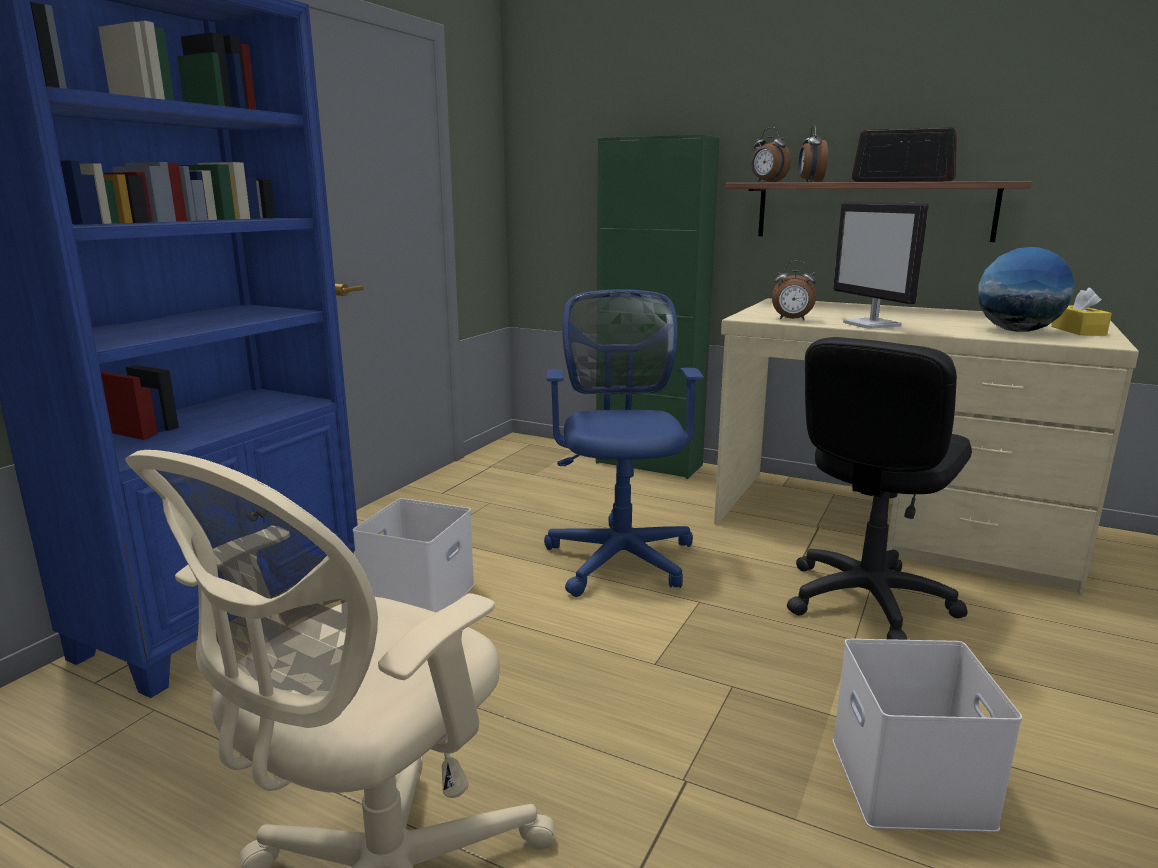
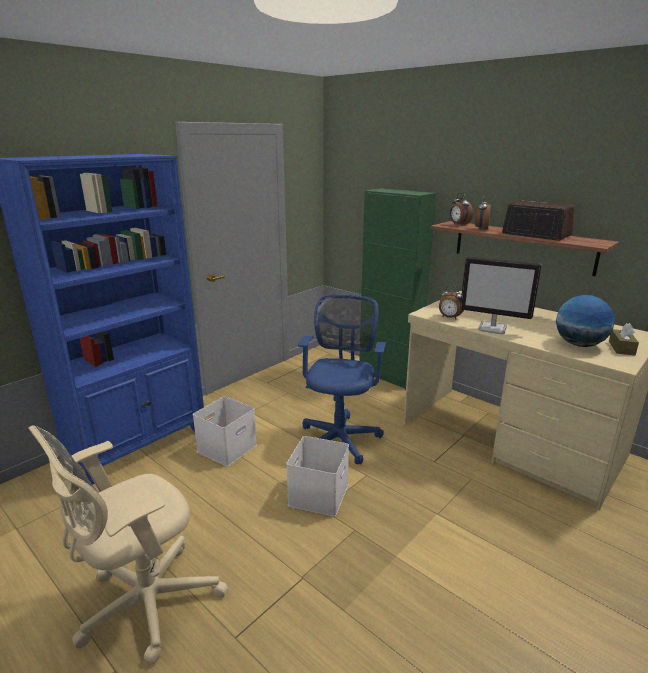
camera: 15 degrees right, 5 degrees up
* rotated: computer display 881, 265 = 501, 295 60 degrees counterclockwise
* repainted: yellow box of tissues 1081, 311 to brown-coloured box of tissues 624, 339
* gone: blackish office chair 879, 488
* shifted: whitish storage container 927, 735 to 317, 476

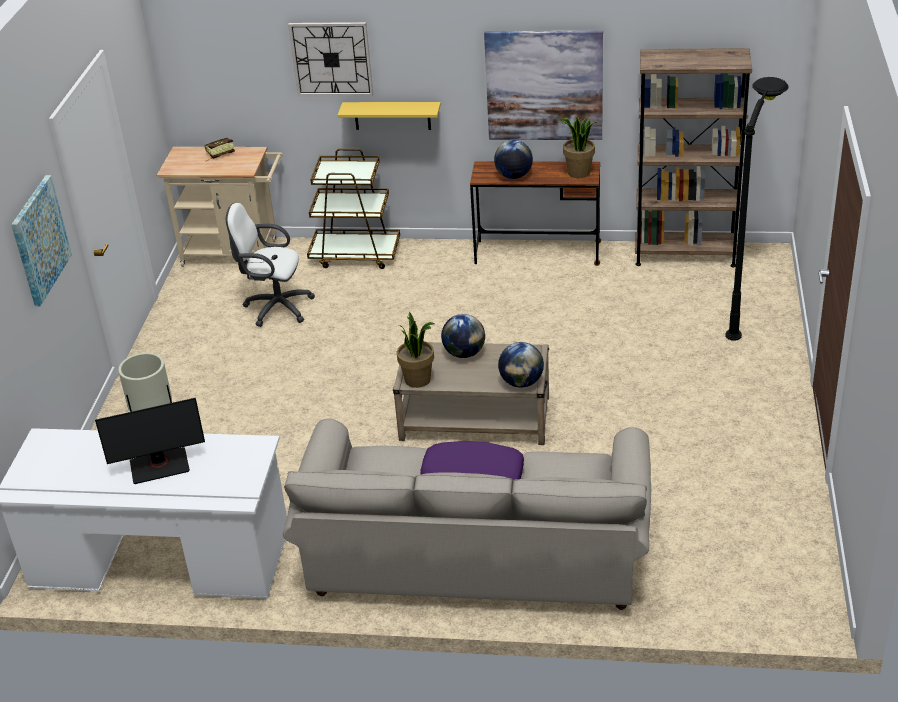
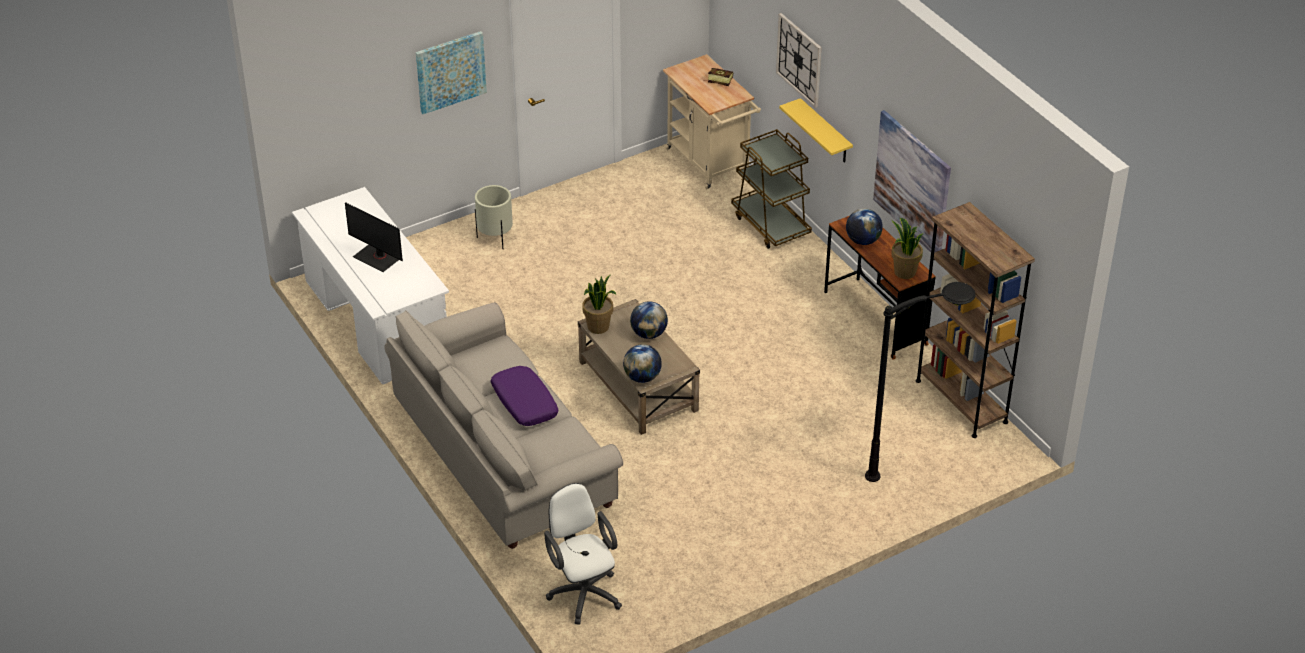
camera: 50 degrees right, 5 degrees up
* shifted: whitish office chair 270, 265 to 583, 554

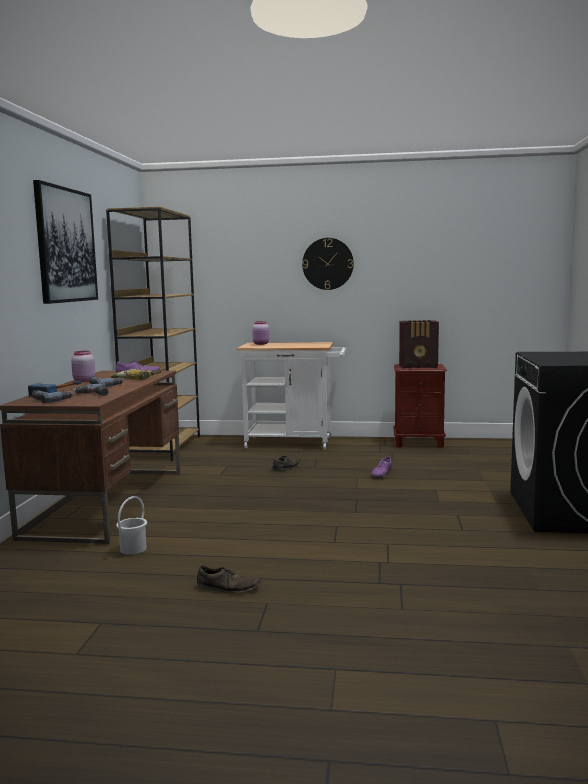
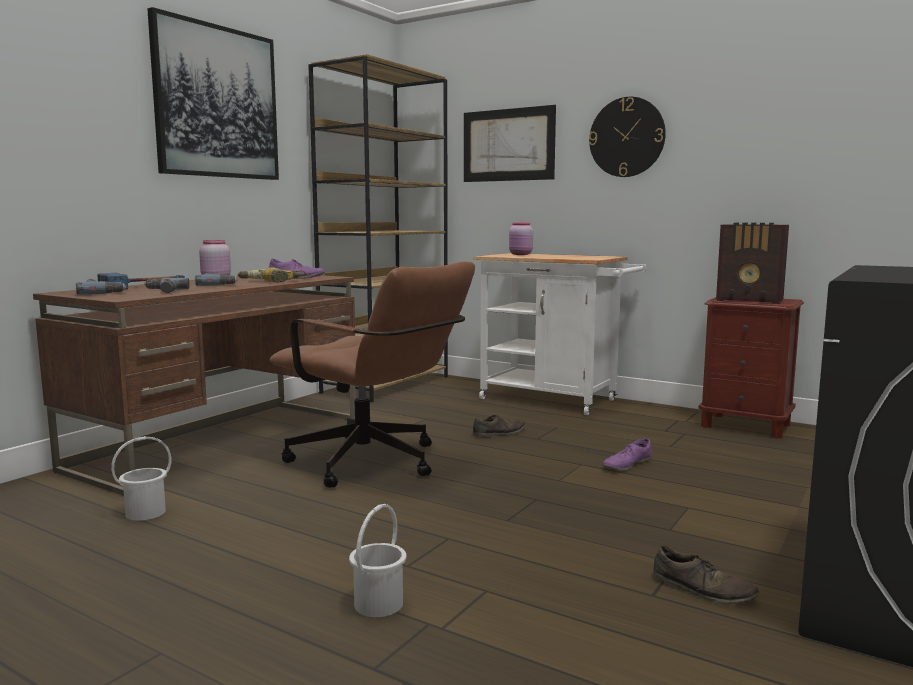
camera: 25 degrees right, 0 degrees up
* shifted: brown-coloured shoe 229, 580 to 706, 575
* new: wall picture 510, 143
* new: brown-coloured office chair 372, 375
* new: whitish pail 377, 560

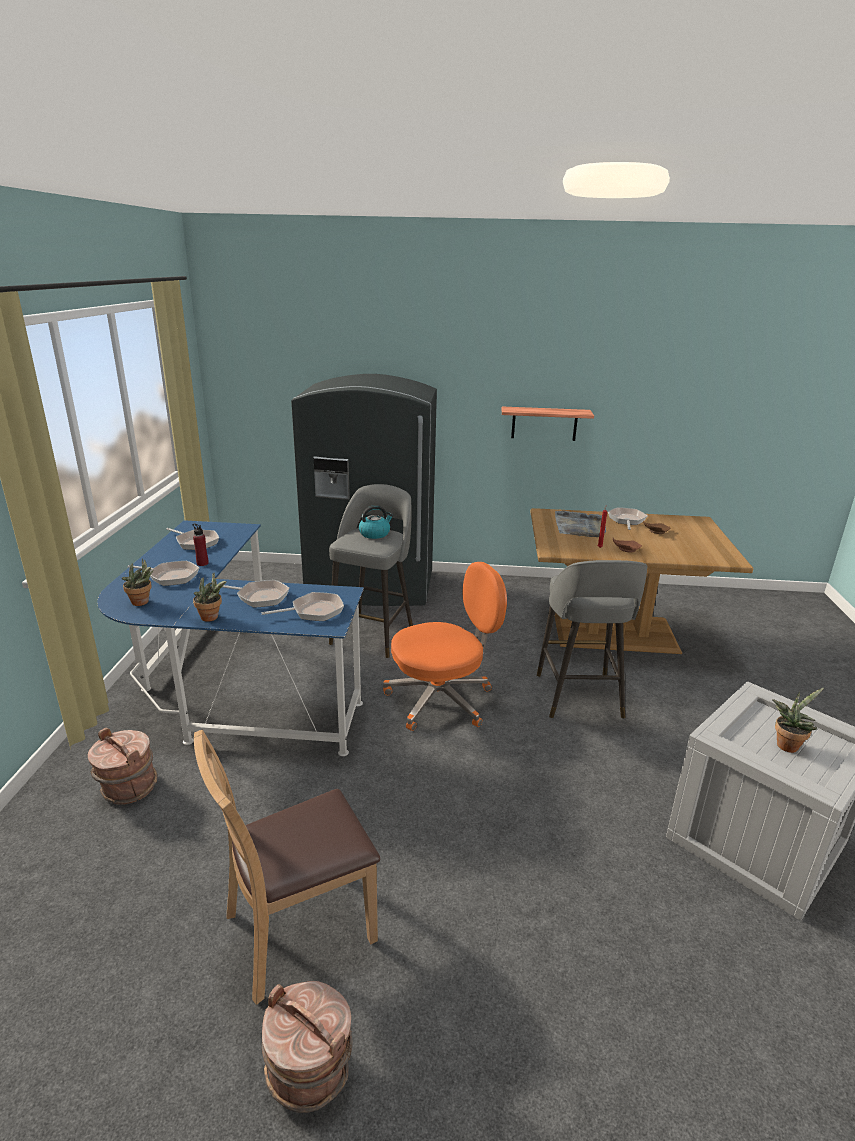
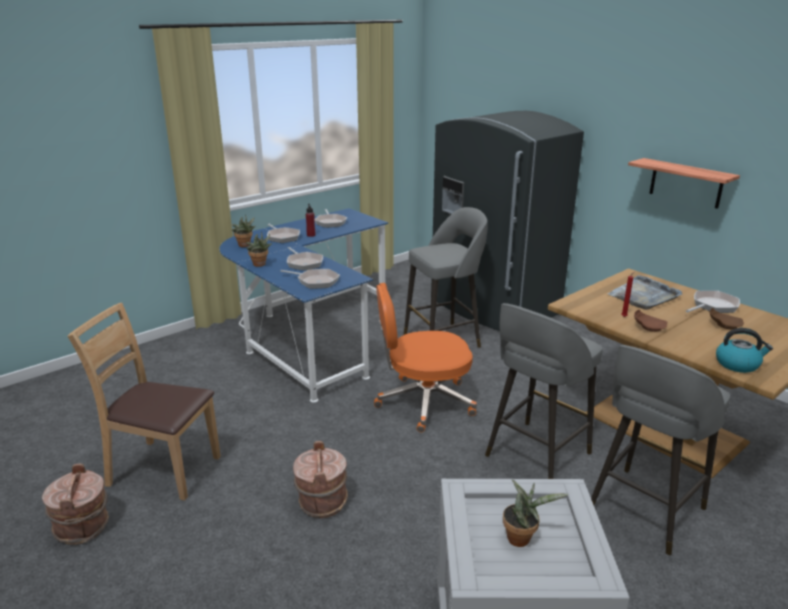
camera: 45 degrees right, 0 degrees up
* shifted: kettle 376, 522 to 744, 350
* rotated: orange office chair 445, 646 = 425, 357 150 degrees clockwise
* shifted: brown-coloured pail 123, 766 to 320, 479
* new: grey stool 660, 450

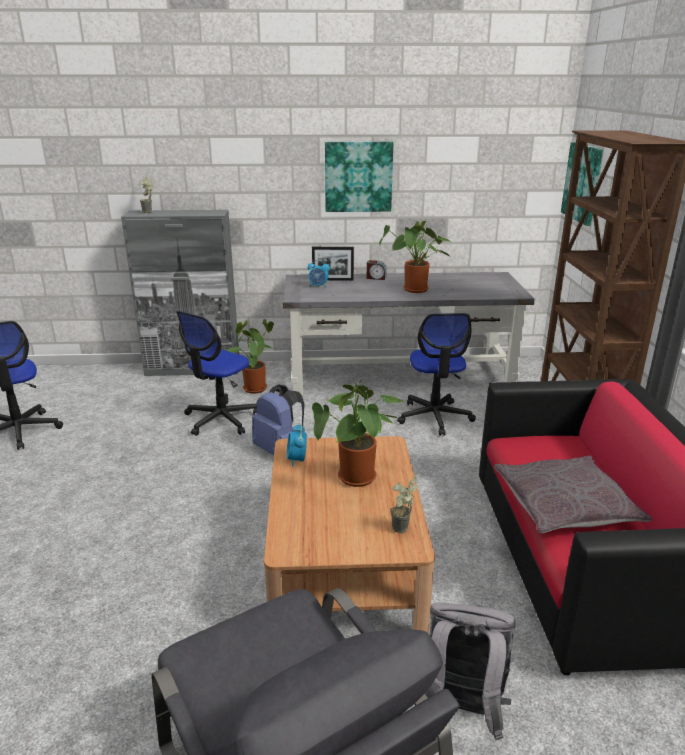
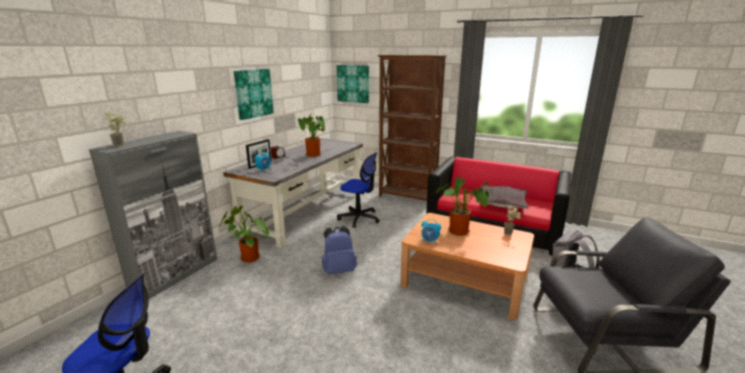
camera: 60 degrees left, 5 degrees down
* gone: office chair 216, 373

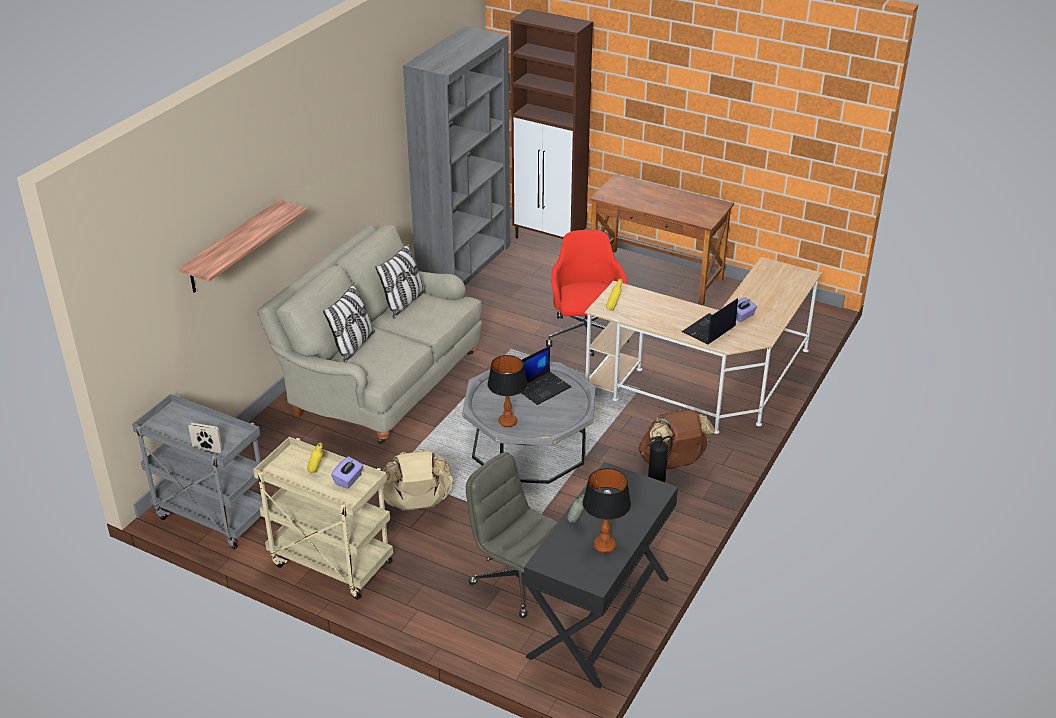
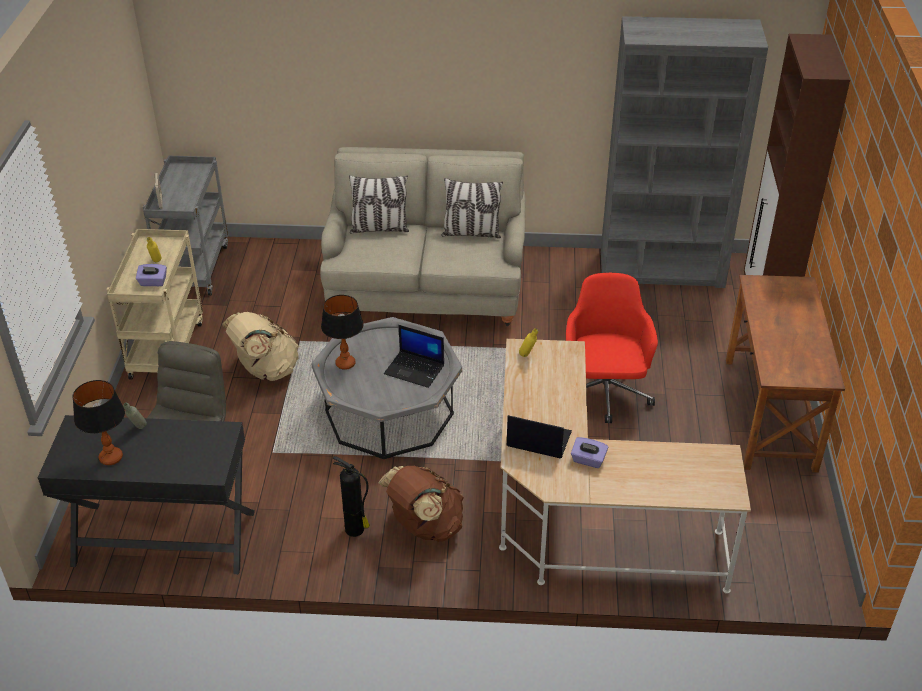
camera: 65 degrees right, 5 degrees up
* gone: wall shelf 243, 246
* rotated: red-coloured office chair 587, 293 = 612, 348 60 degrees counterclockwise

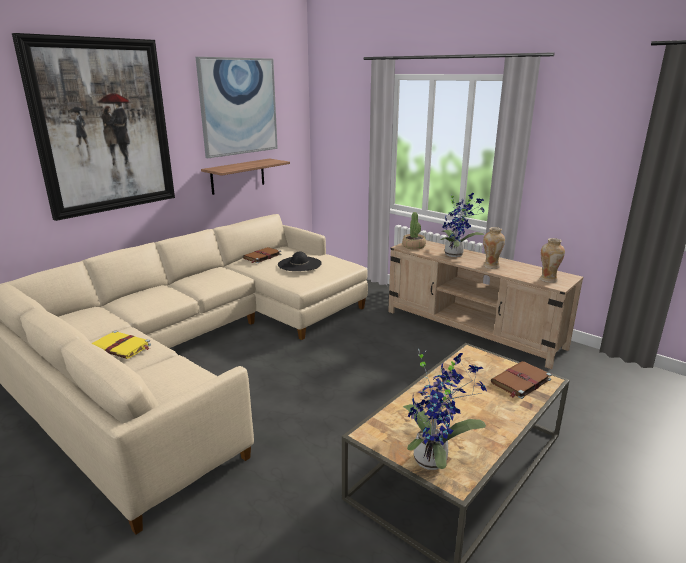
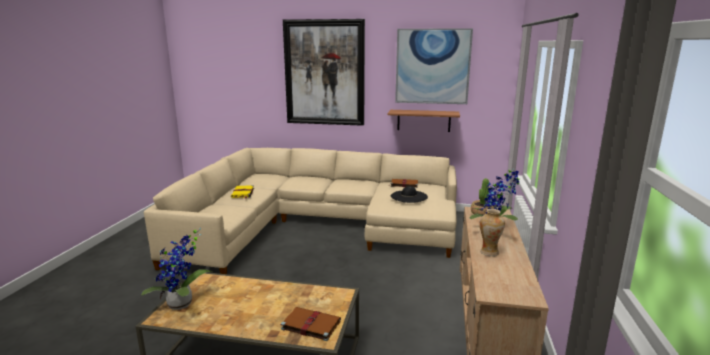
camera: 60 degrees right, 5 degrees down
* gone: vase 552, 260

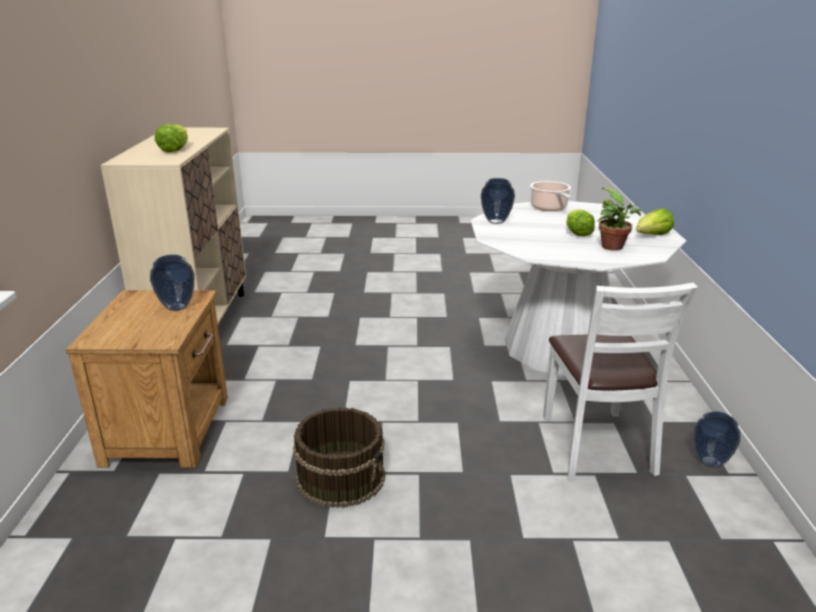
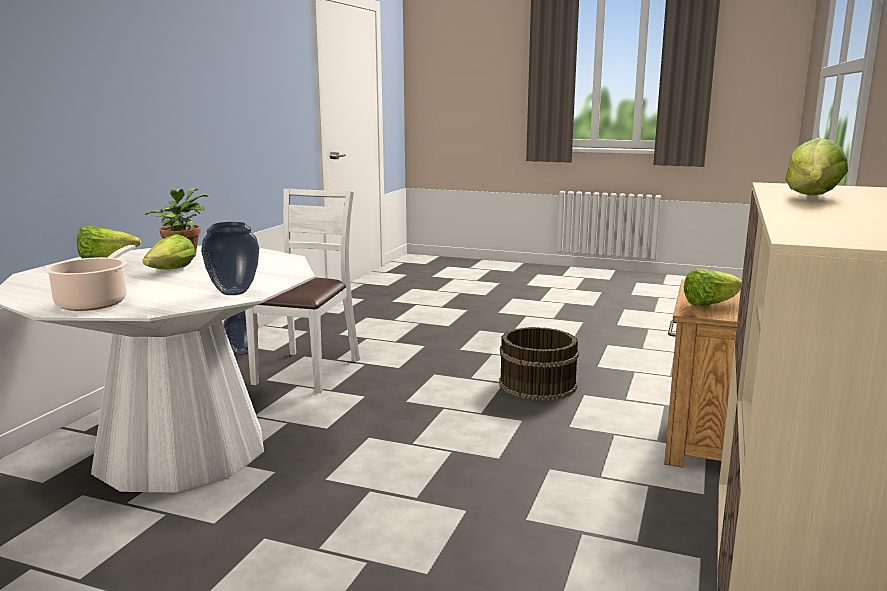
camera: 160 degrees left, 10 degrees down
* swapped: vase 172, 283 to lettuce 713, 287

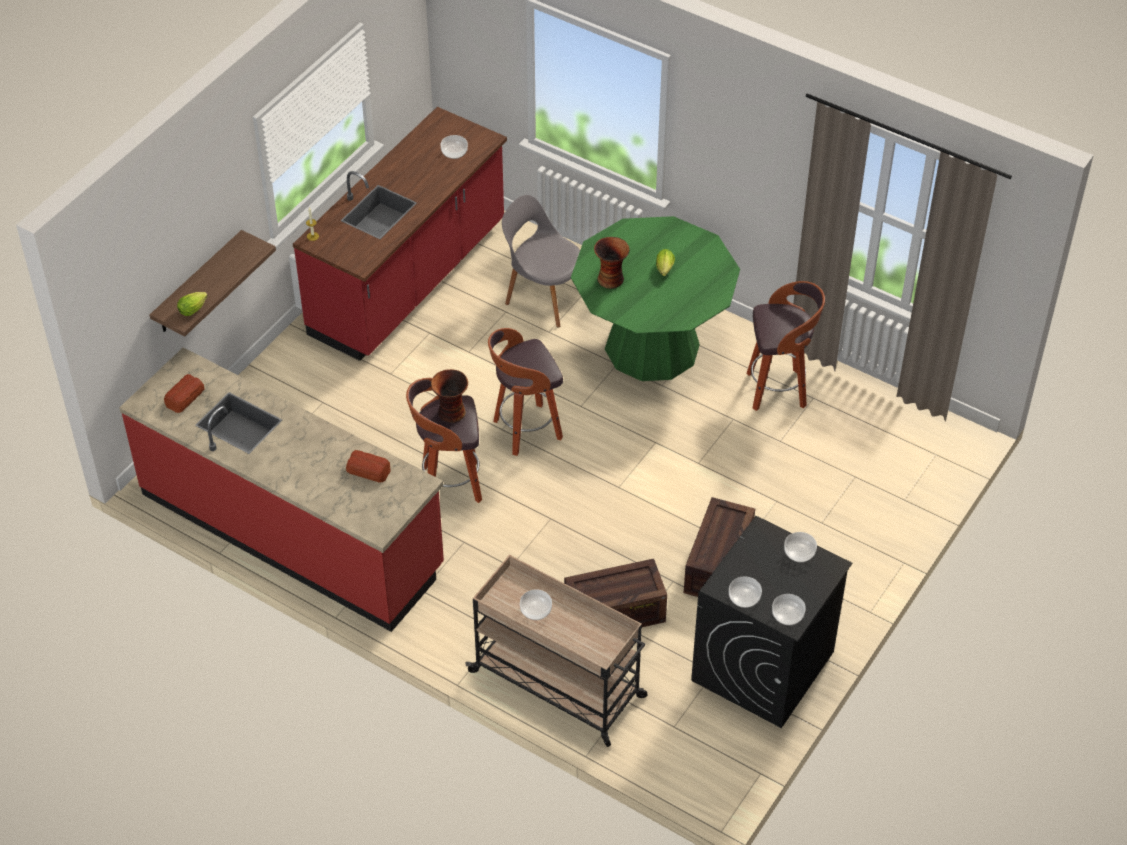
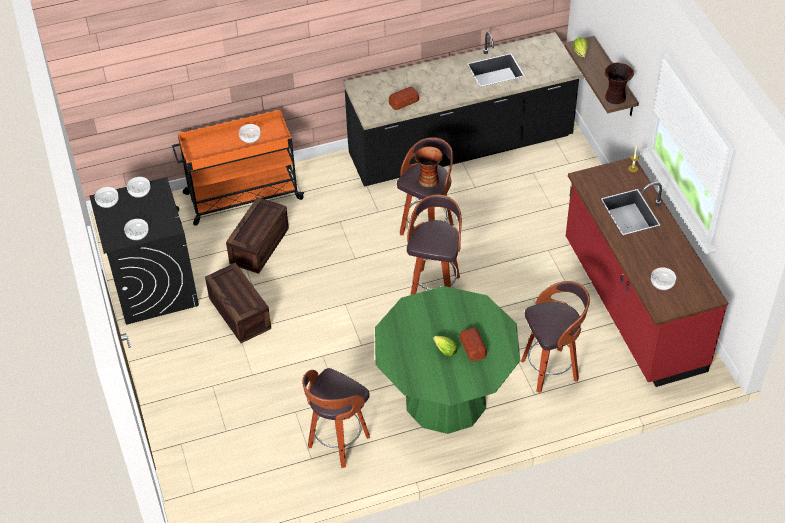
camera: 130 degrees right, 0 degrees up
* swapped: grey chair 541, 261 to stool 555, 337
* shifted: vase 612, 263 to 619, 83
* repainted: red-coloured kitchen base unit 281, 489 to blackish kitchen base unit 462, 109
* shifted: baked bread 184, 393 to 473, 344
* repainted: sand-coloured trolley 556, 651 to orange trolley 238, 168

